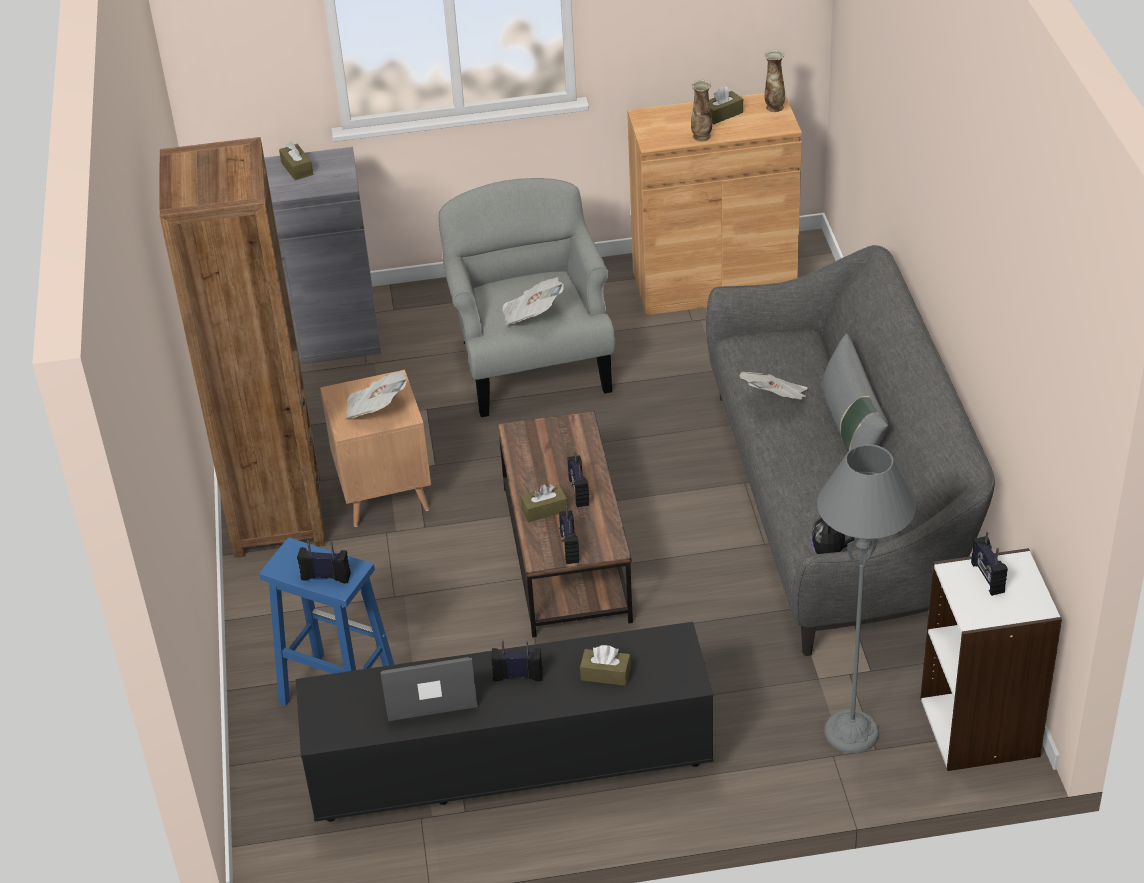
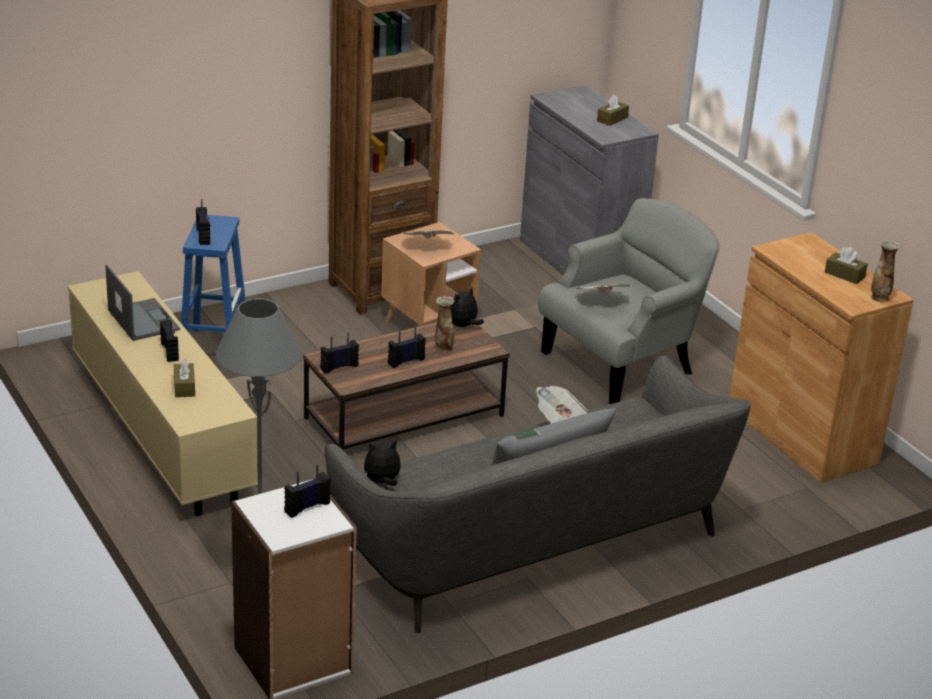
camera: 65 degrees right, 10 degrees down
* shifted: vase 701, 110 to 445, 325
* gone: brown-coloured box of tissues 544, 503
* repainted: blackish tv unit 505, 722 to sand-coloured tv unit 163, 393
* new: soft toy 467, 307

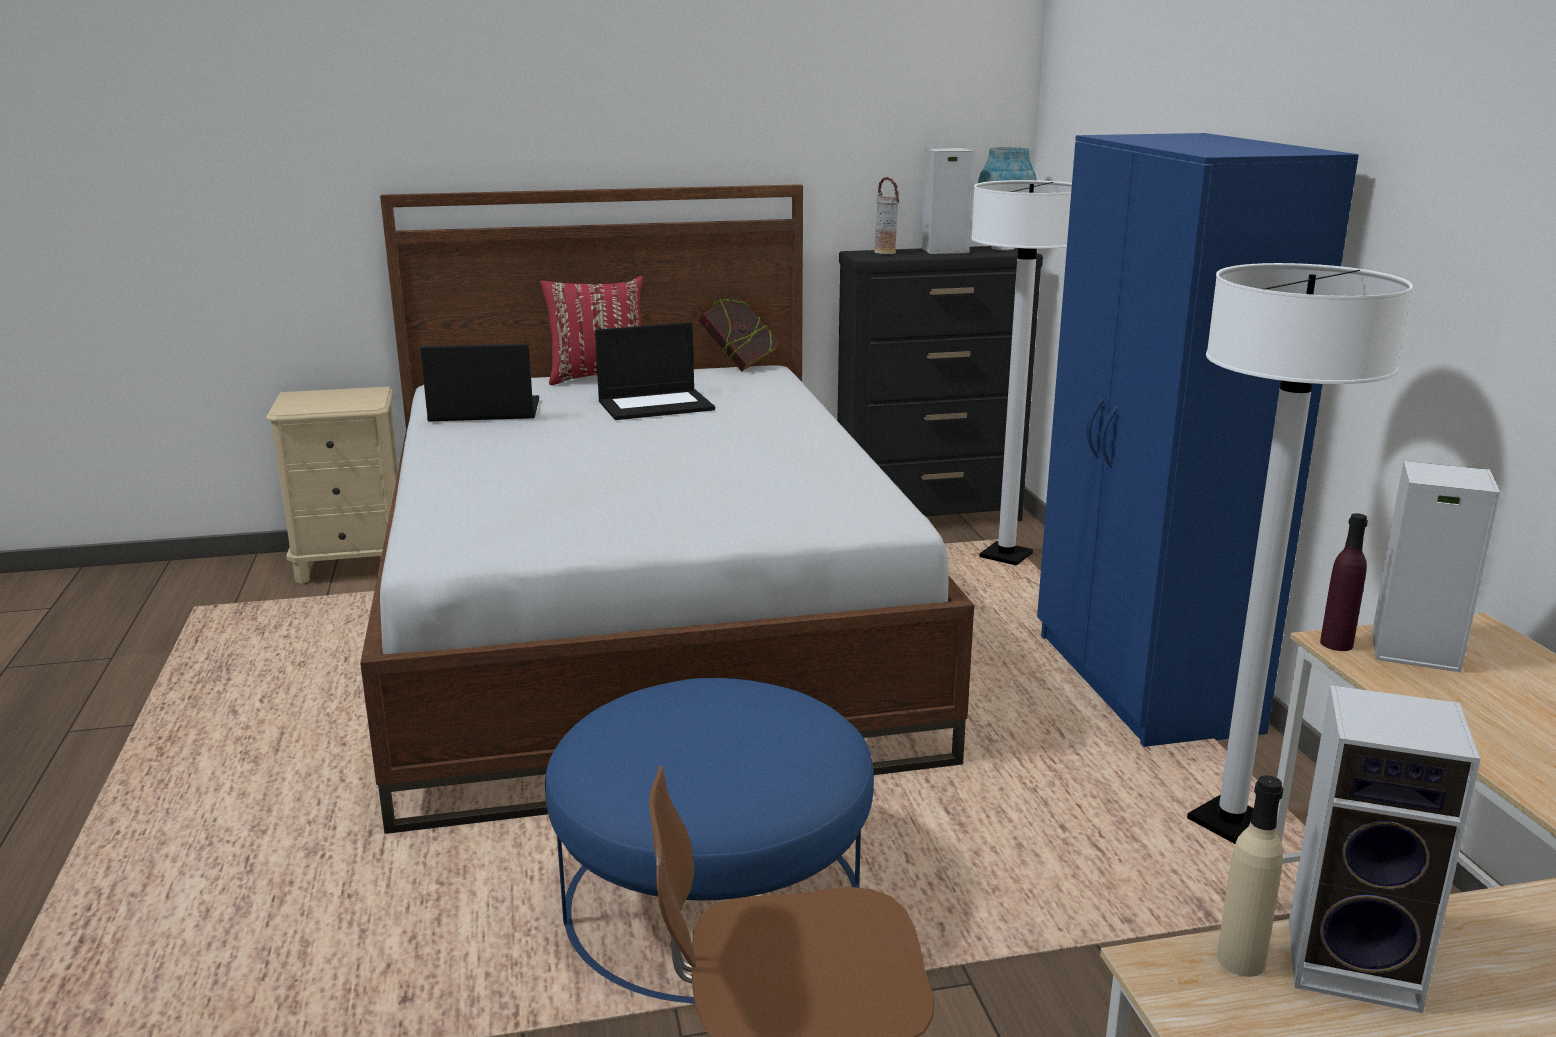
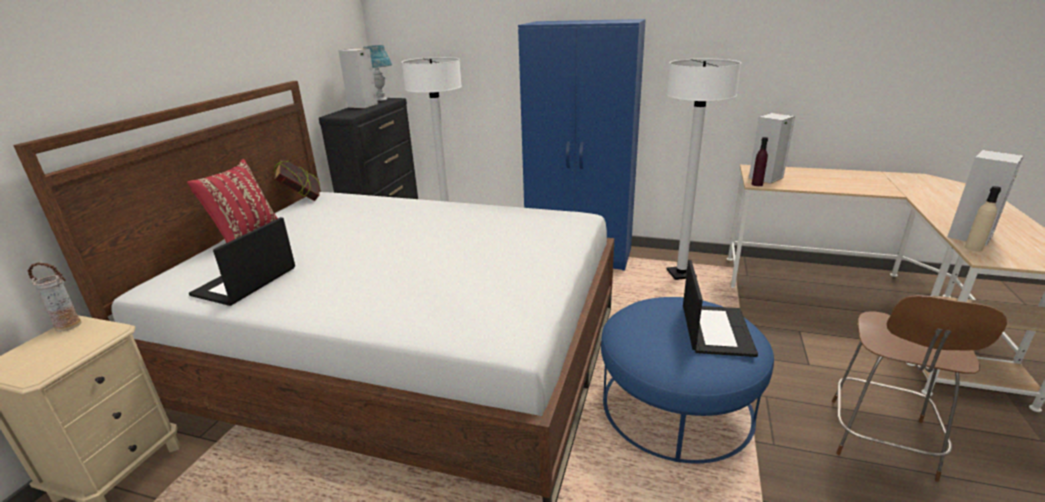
camera: 60 degrees left, 5 degrees up
* shifted: vase 886, 215 to 54, 297
* shifted: portable computer 655, 371 to 720, 308

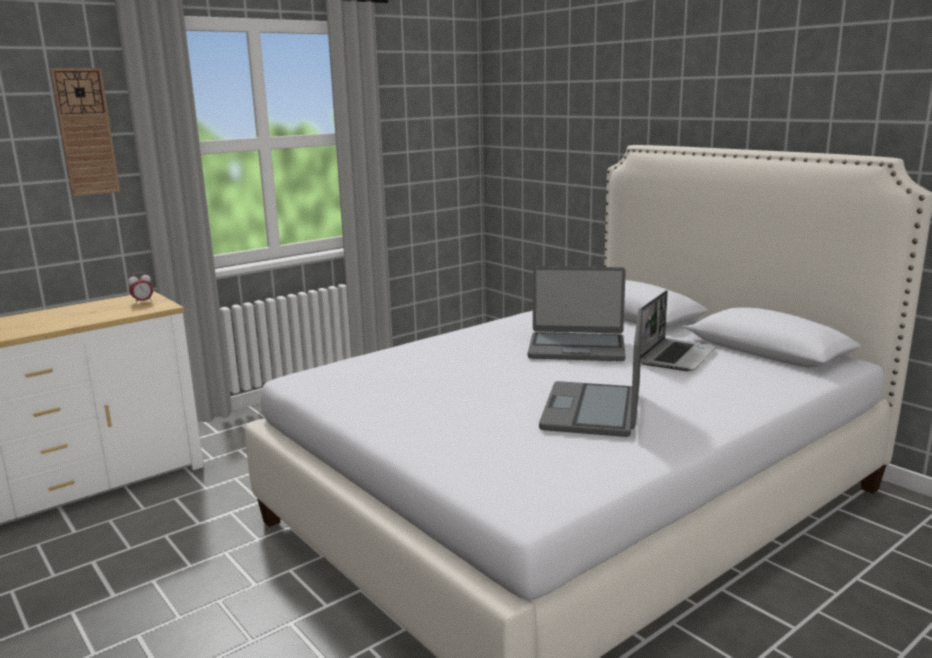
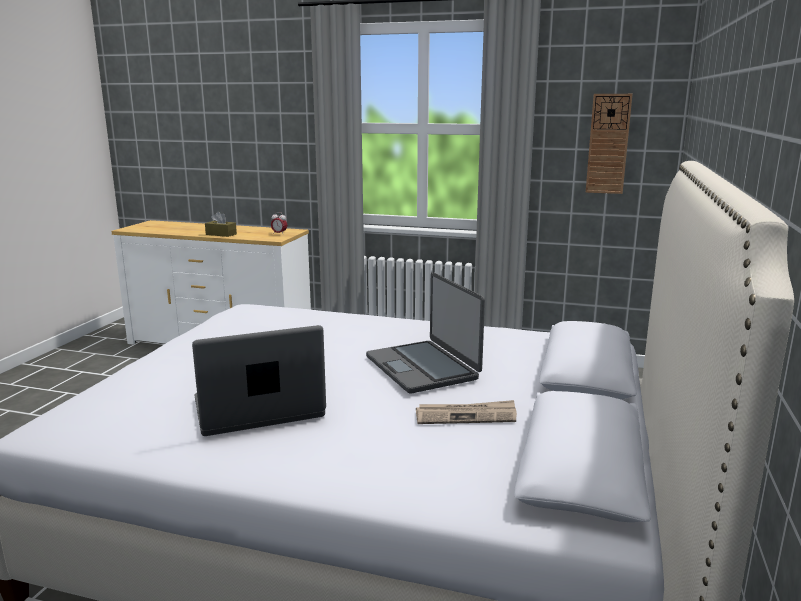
camera: 55 degrees right, 0 degrees up
* shifted: wall clock 85, 132 to 609, 144
* swapped: portable computer 679, 330 to printed paper 466, 412
* new: brown-coloured box of tissues 221, 224

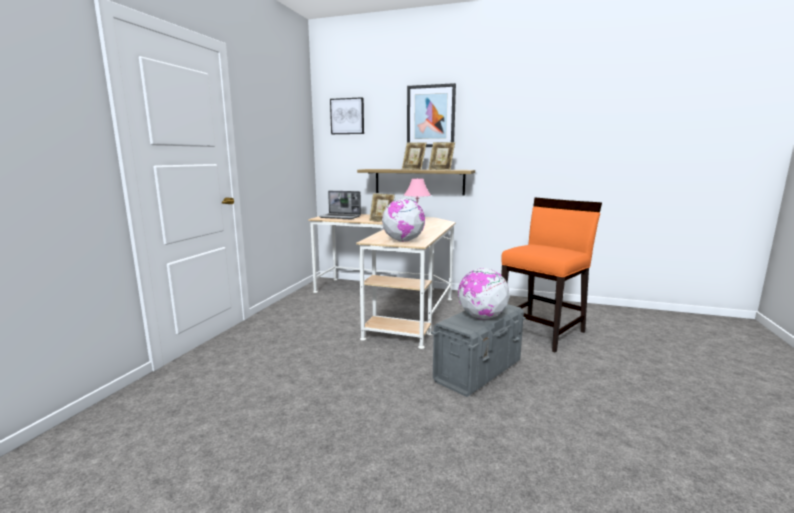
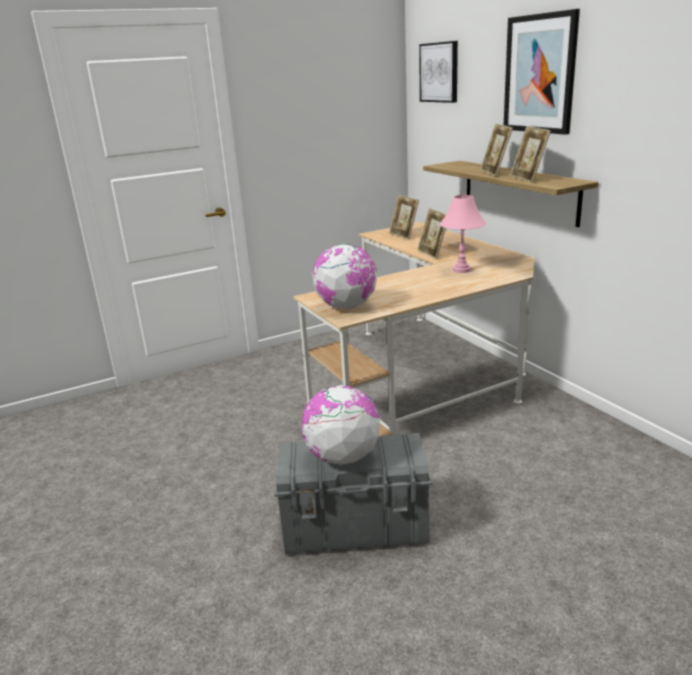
camera: 45 degrees right, 10 degrees up
* swapped: portable computer 340, 205 to photo frame 404, 217
* gone: orange chair 551, 275

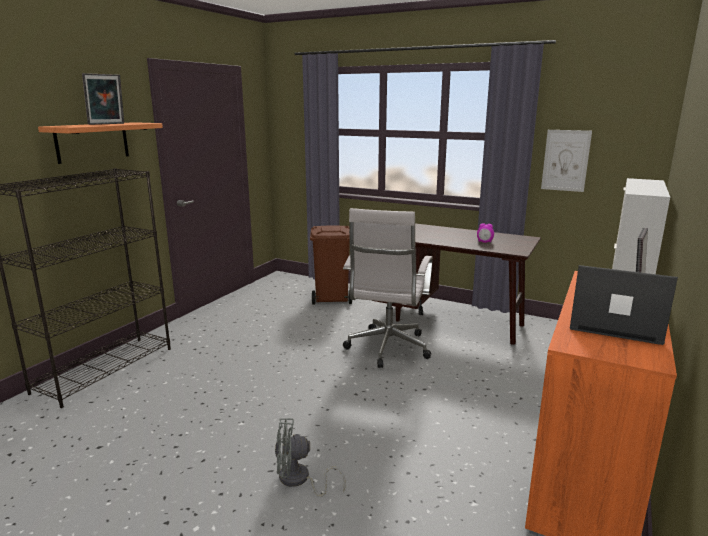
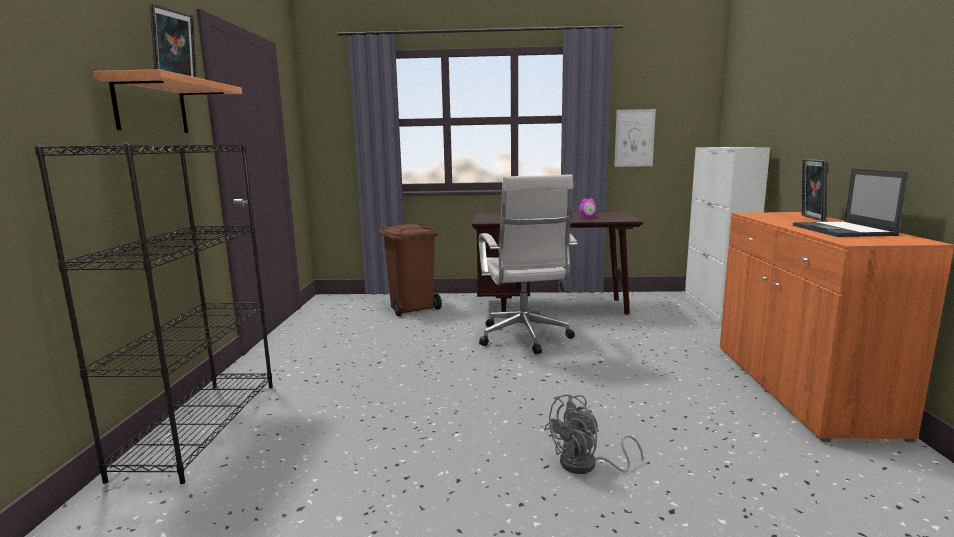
camera: 25 degrees left, 5 degrees down
* rotated: portable computer 624, 305 = 850, 203 90 degrees counterclockwise

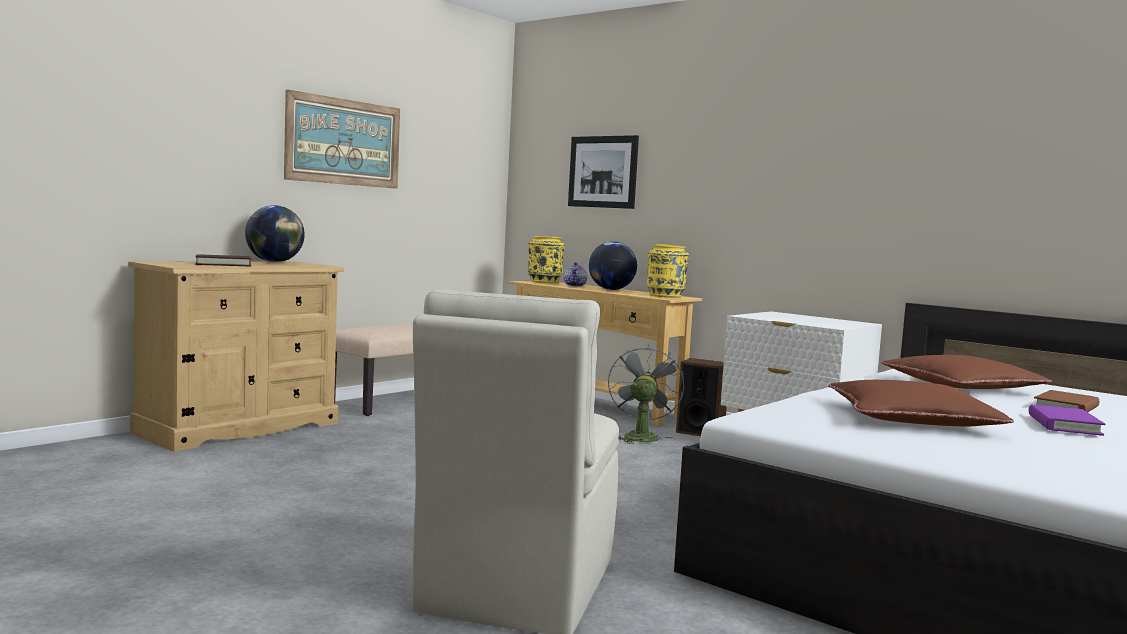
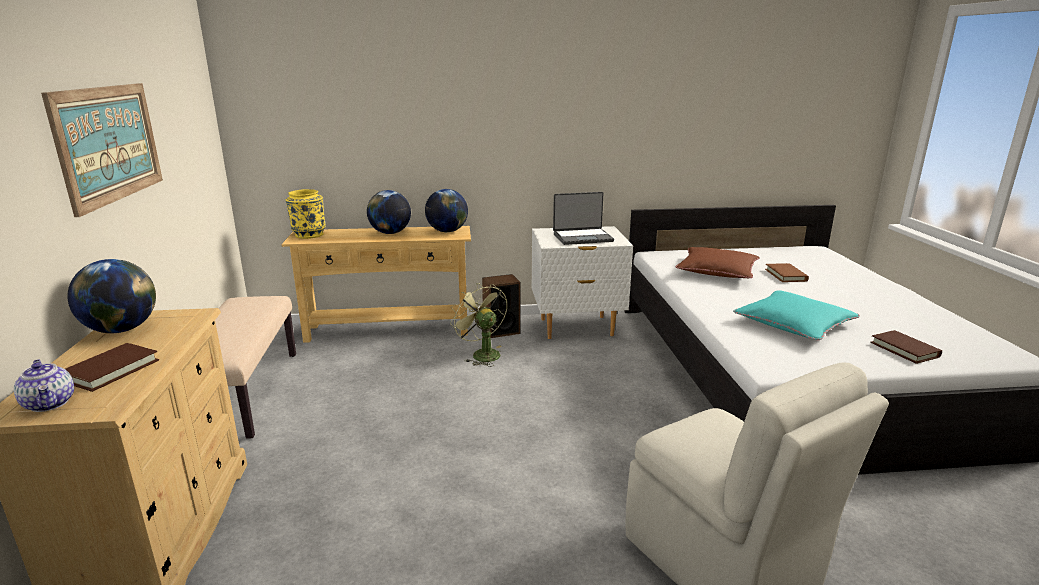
camera: 45 degrees left, 15 degrees up
* gone: wall picture 603, 172
* swapped: yellow vase 668, 271 to globe 446, 210
* shifted: tea pot 575, 274 to 44, 385
* repainted: grey electric fan 646, 394 to green-coloured electric fan 478, 325
* repainted: brown-coloured pillow 921, 403 to turquoise-coloured pillow 796, 315
* gone: purple-coloured bound book 1067, 420
* new: portable computer 583, 218
* new: brown-coloured bound book 906, 347

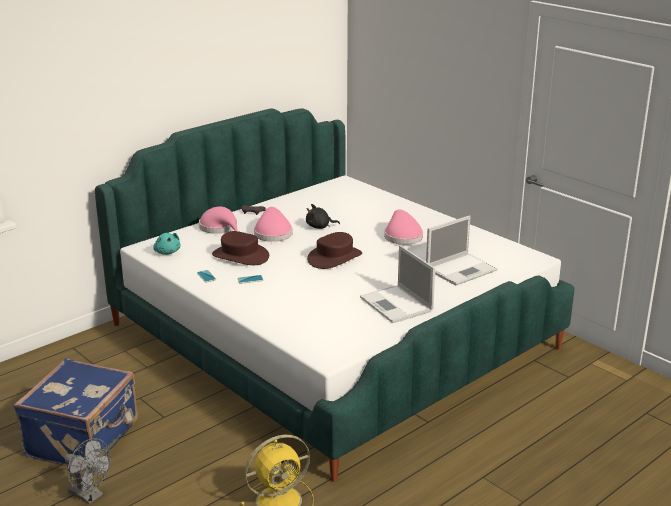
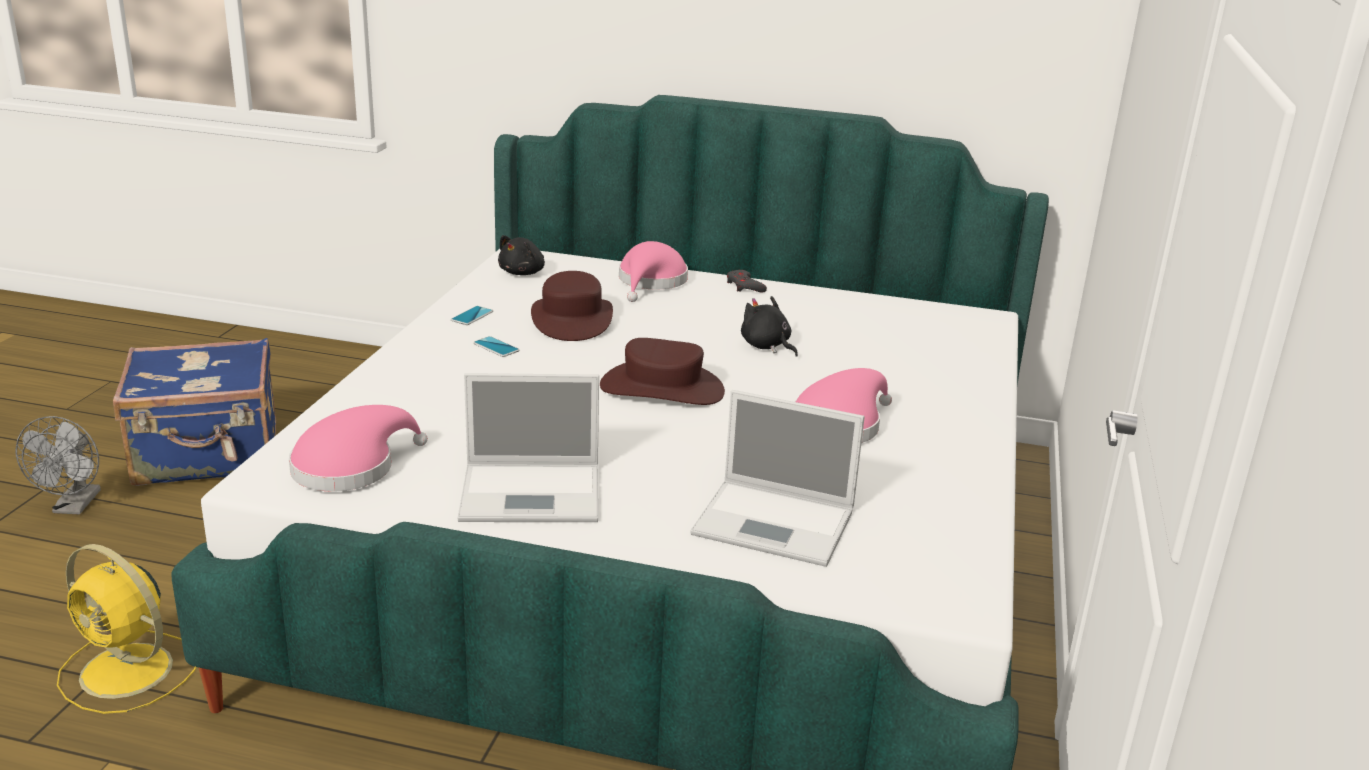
camera: 55 degrees right, 0 degrees up
* shifted: pink-coloured wearable hat 273, 224 to 358, 448
* repainted: turquoise-coloured soft toy 167, 244 to blackish soft toy 521, 255
* rotated: portable computer 397, 284 = 528, 447 120 degrees counterclockwise

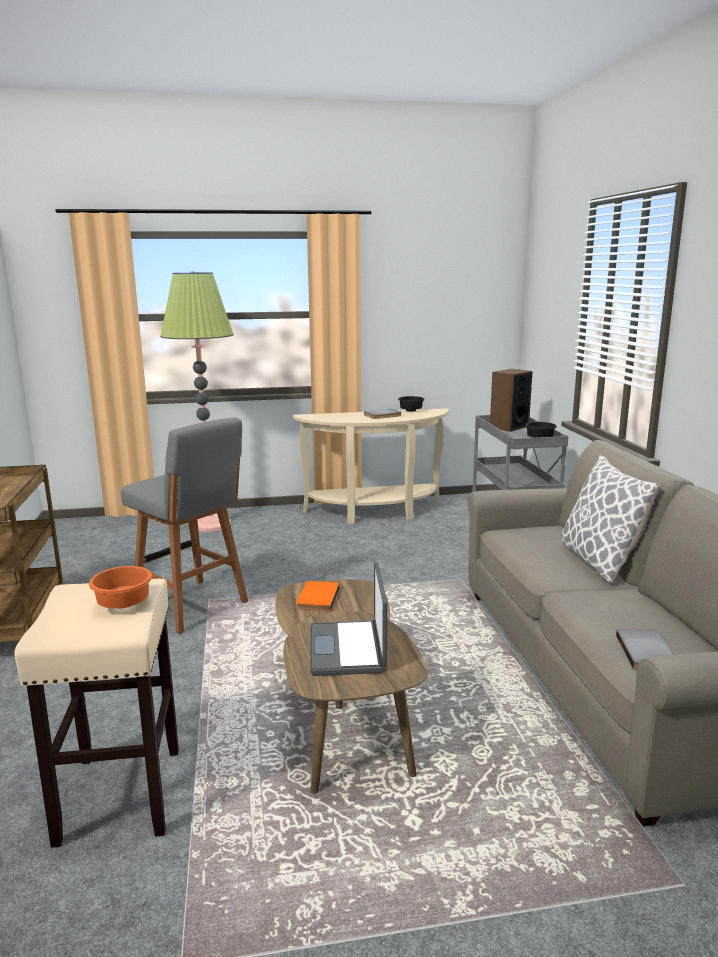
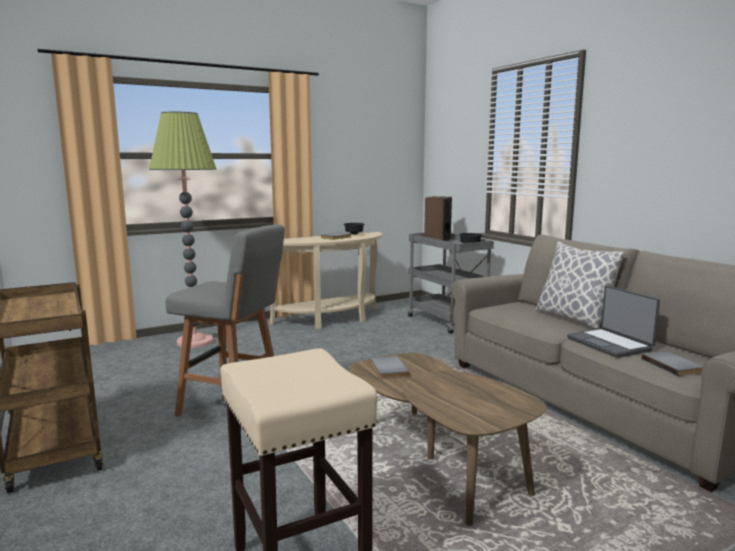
camera: 20 degrees left, 5 degrees down
* shifted: portable computer 348, 619 to 613, 321
* gone: orange deep dish 120, 587
* repainted: orange bound book 318, 596 to grey bound book 390, 367

